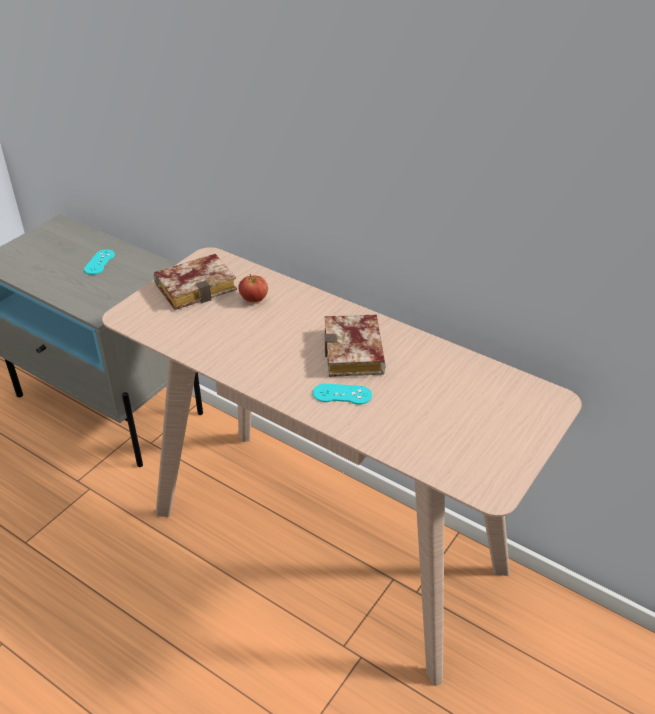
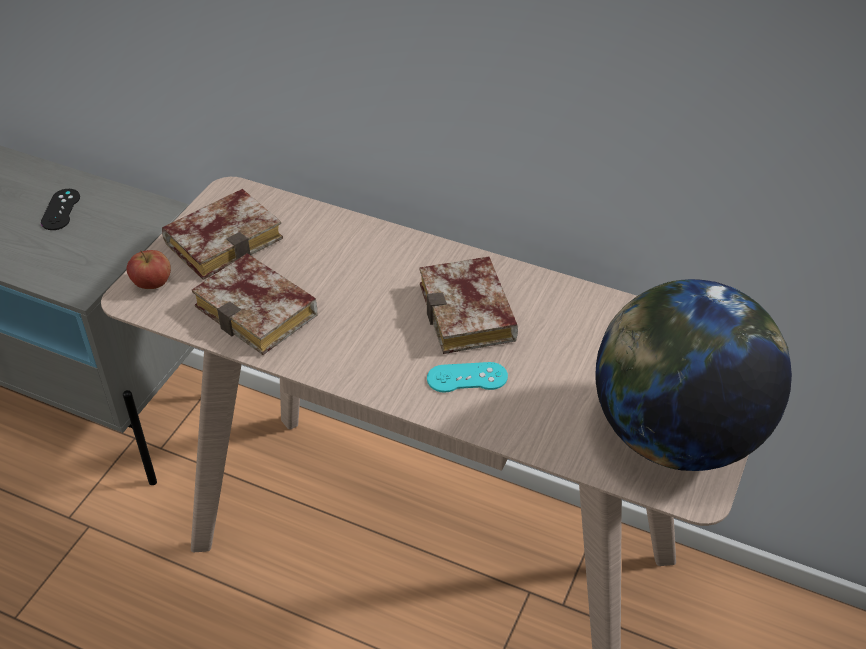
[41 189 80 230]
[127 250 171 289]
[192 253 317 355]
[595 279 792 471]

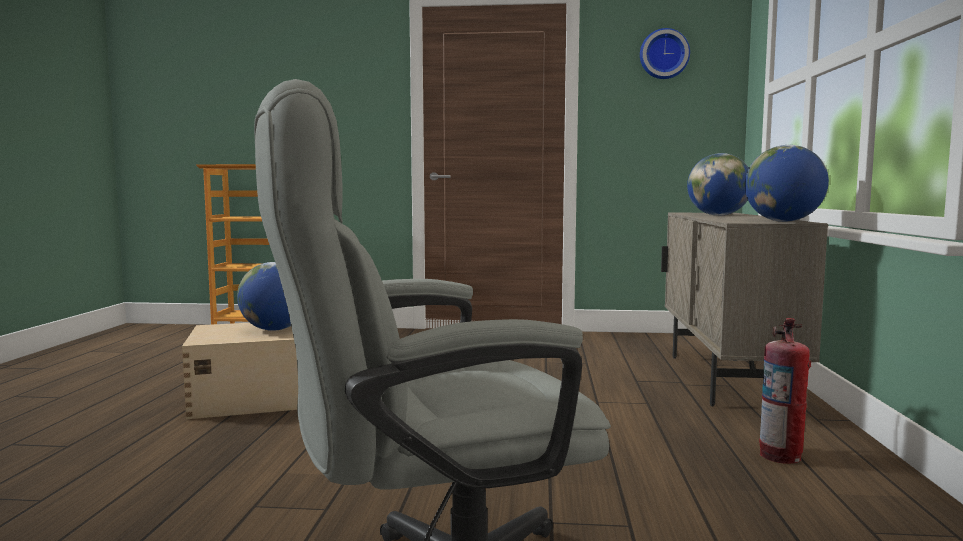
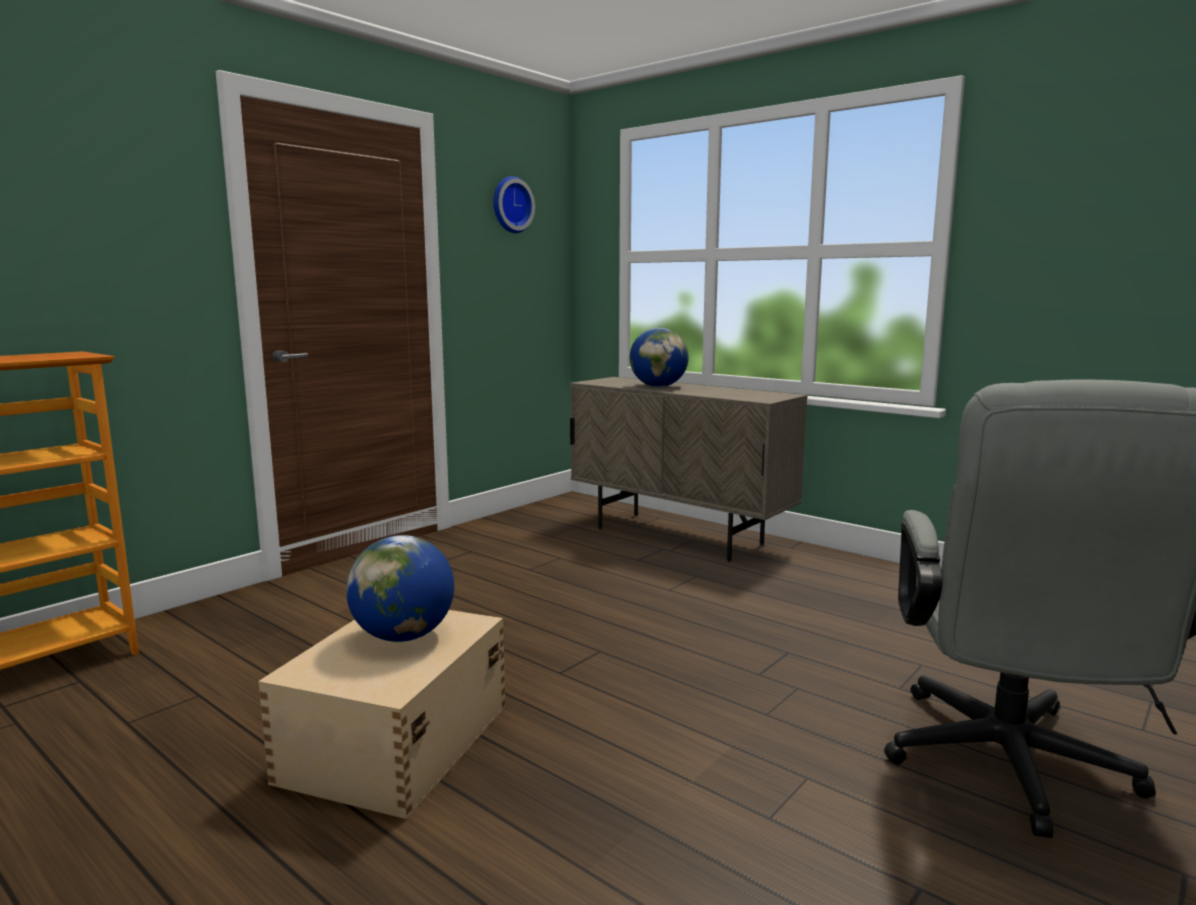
[745 145 829 222] (first image)
[759 318 811 464] (first image)

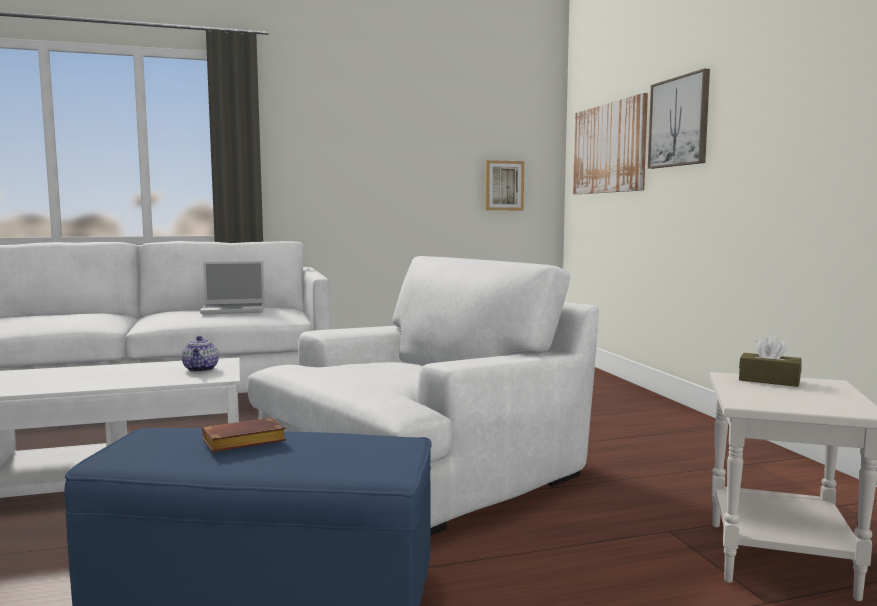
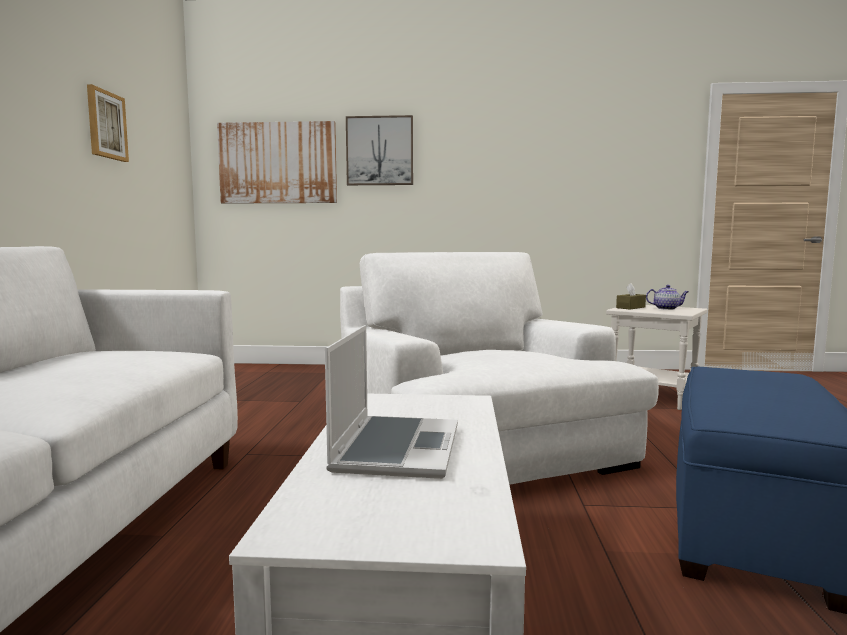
[87 84 129 162]
[325 325 458 479]
[646 285 689 310]
[202 418 286 452] (first image)

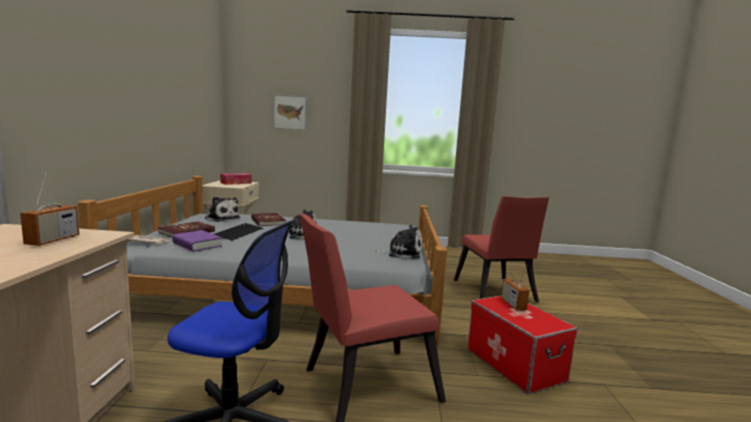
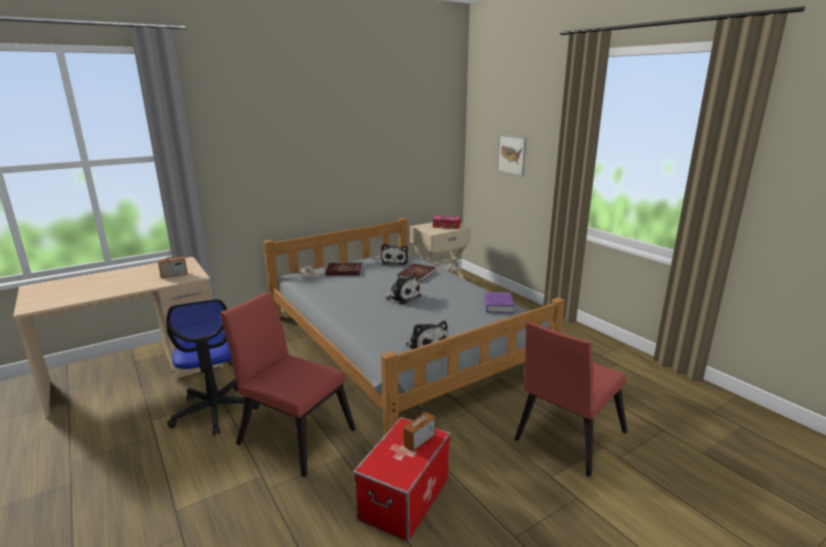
[484 292 514 313]
[214 223 263 241] (first image)

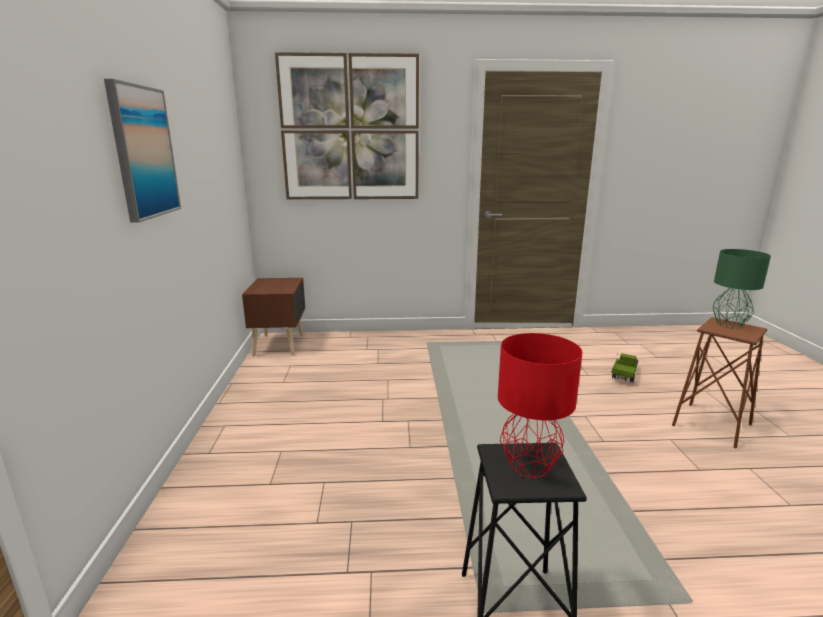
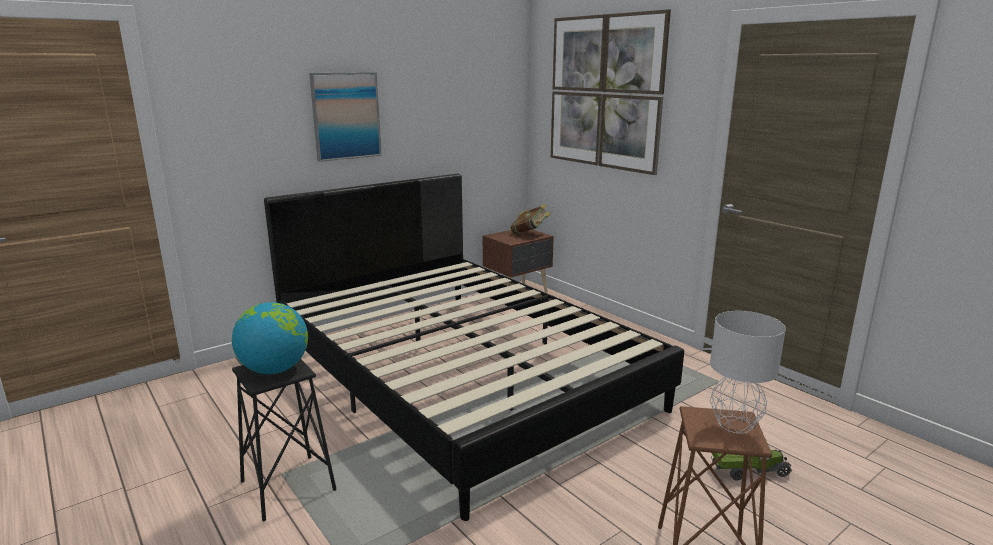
[232 302 308 374]
[264 174 684 521]
[510 204 551 234]
[710 311 786 434]

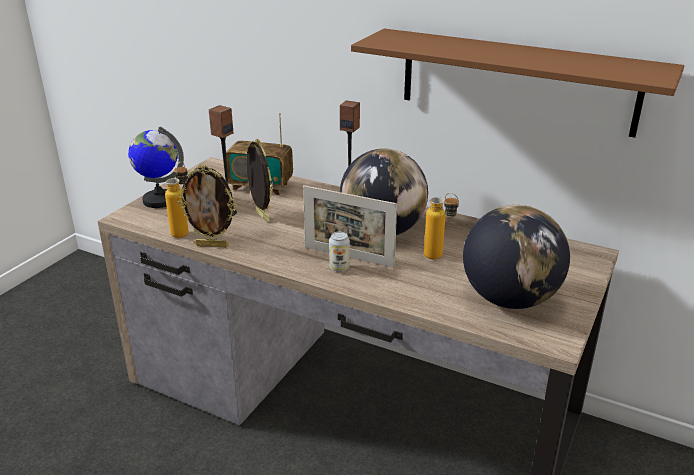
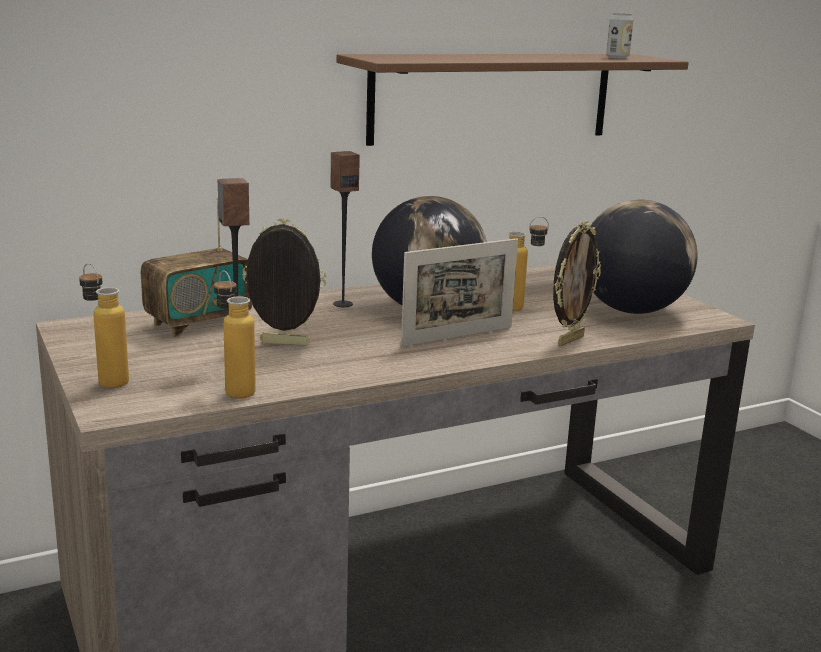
[79 263 129 388]
[553 221 601 346]
[606 13 633 59]

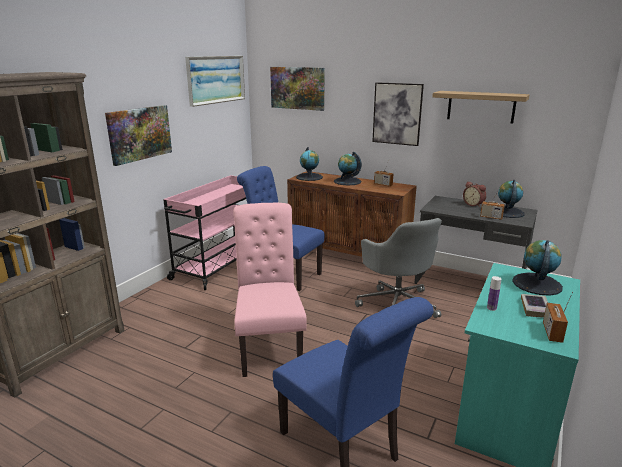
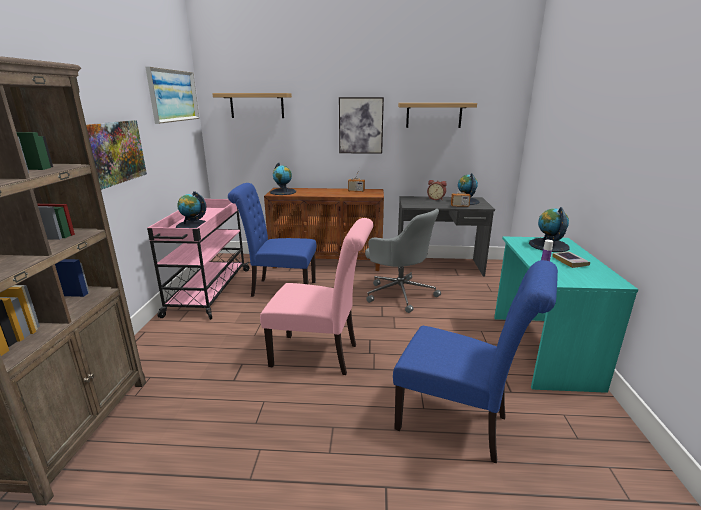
[176 191 206 228]
[212 93 292 118]
[260 218 374 375]
[543 292 573 343] (first image)

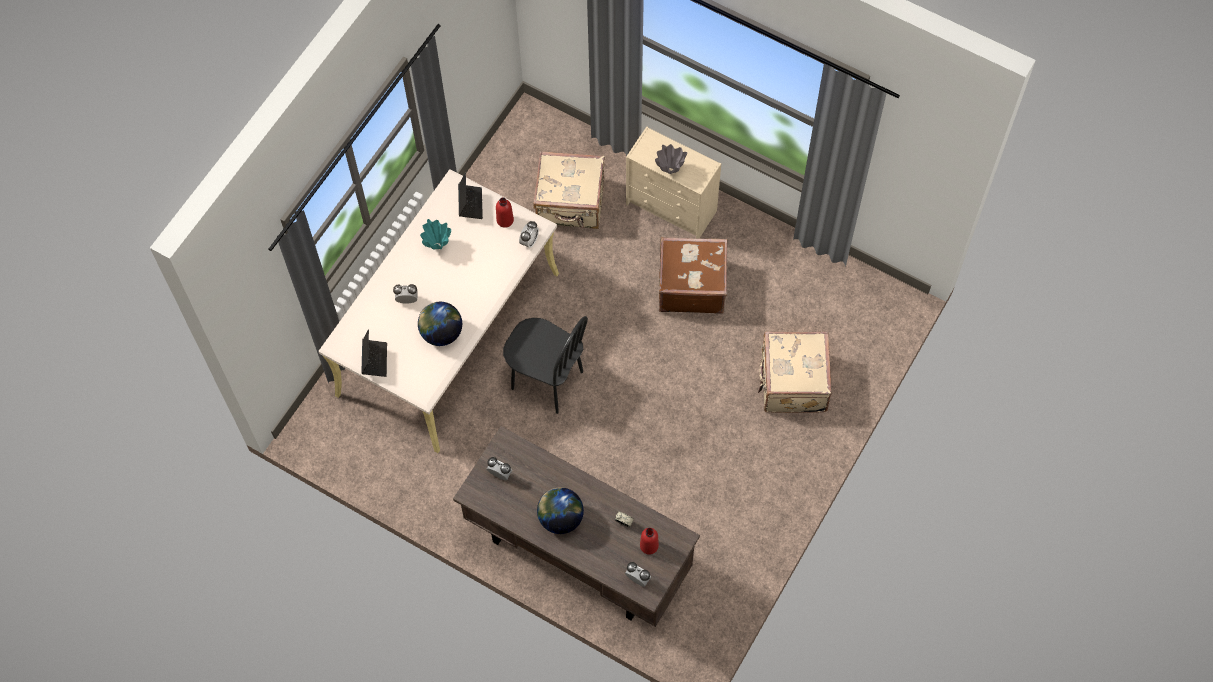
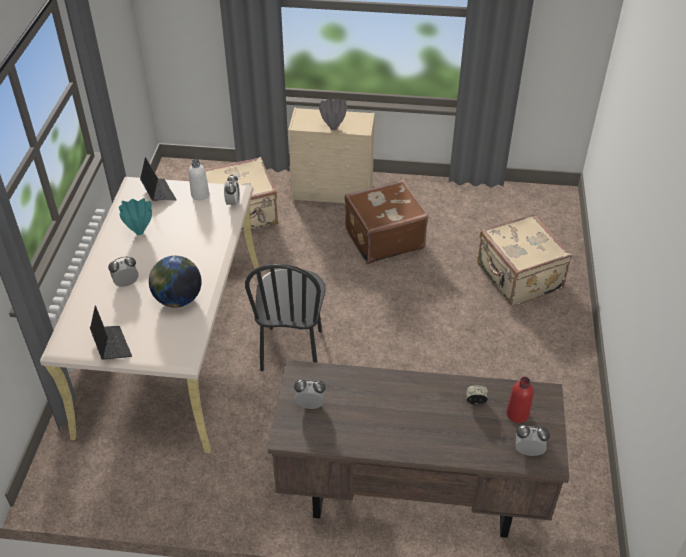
[189 159 209 200]
[245 264 325 371]
[537 487 584 534] (first image)

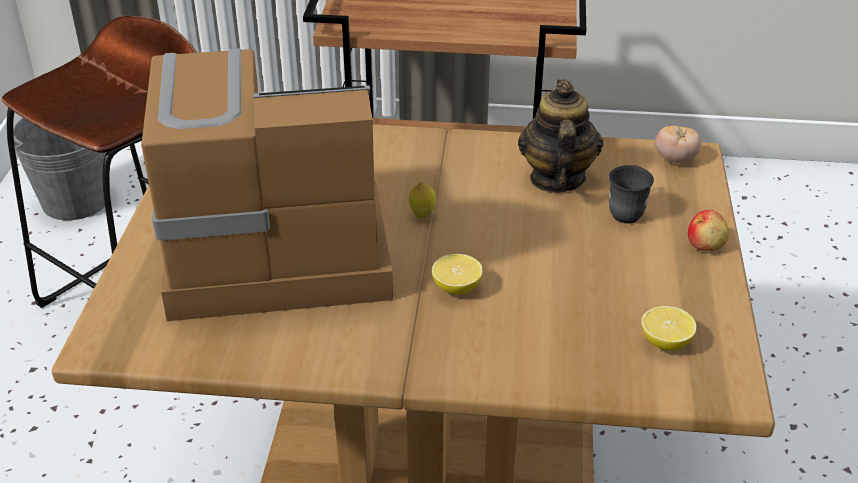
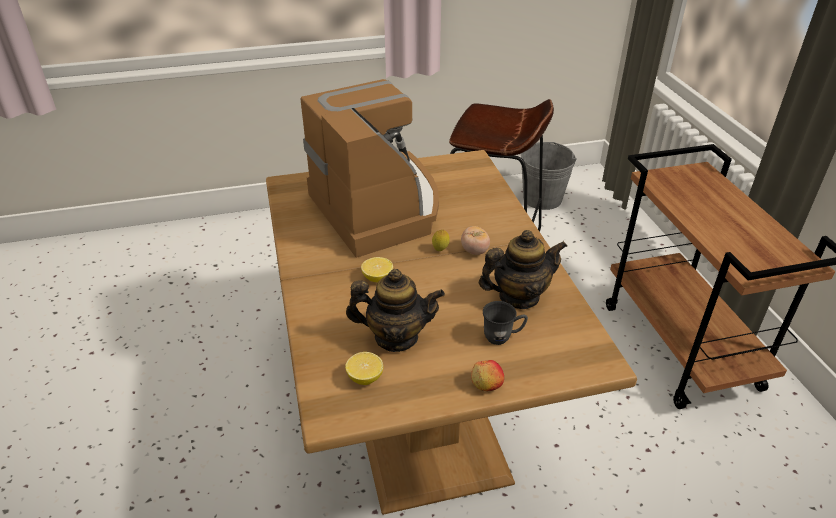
[346 269 445 352]
[461 226 490 255]

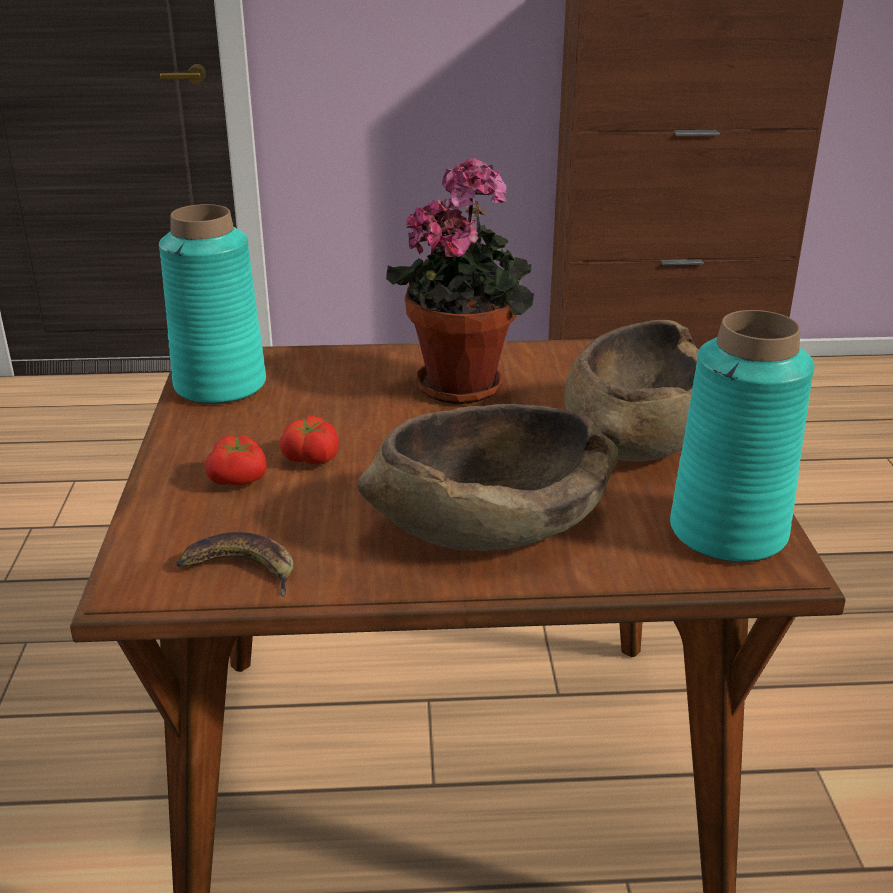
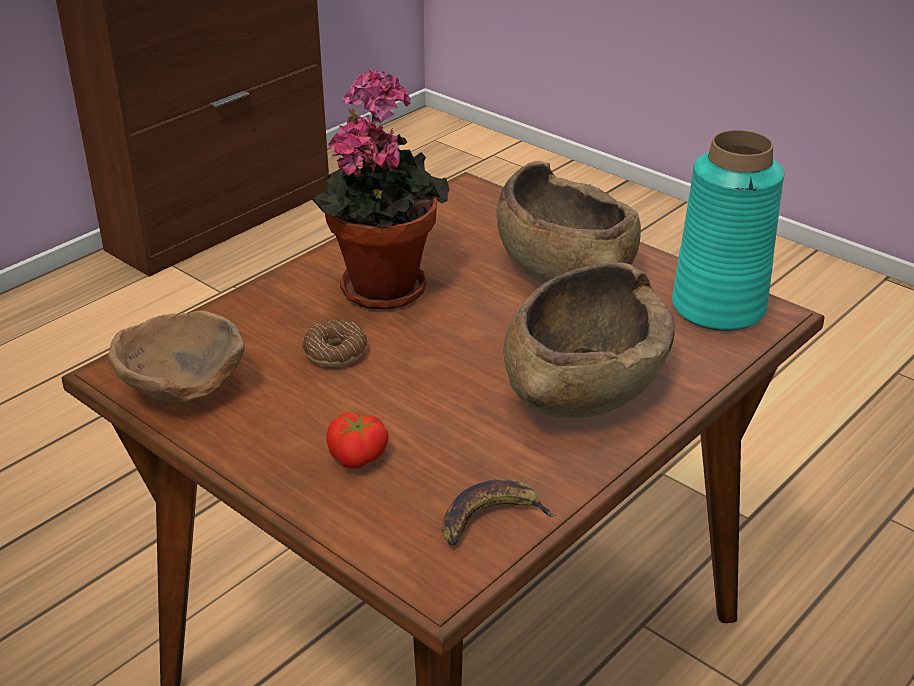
[108 311 245 402]
[302 320 367 367]
[280 415 339 465] (first image)

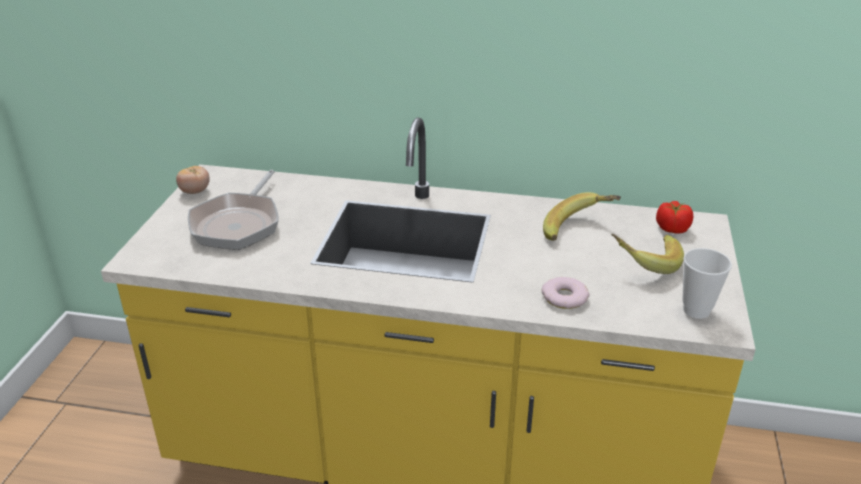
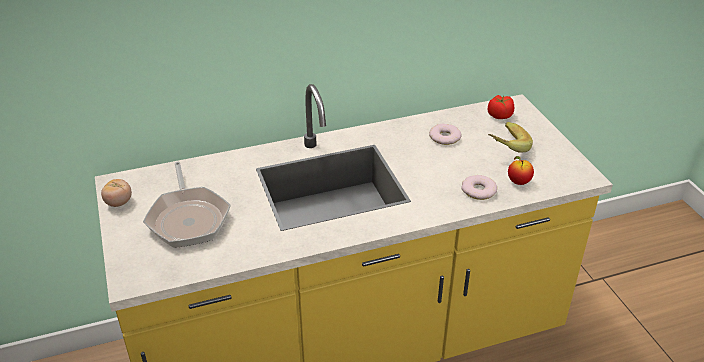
[429 124 462 145]
[508 156 534 185]
[682 248 732 319] (first image)

